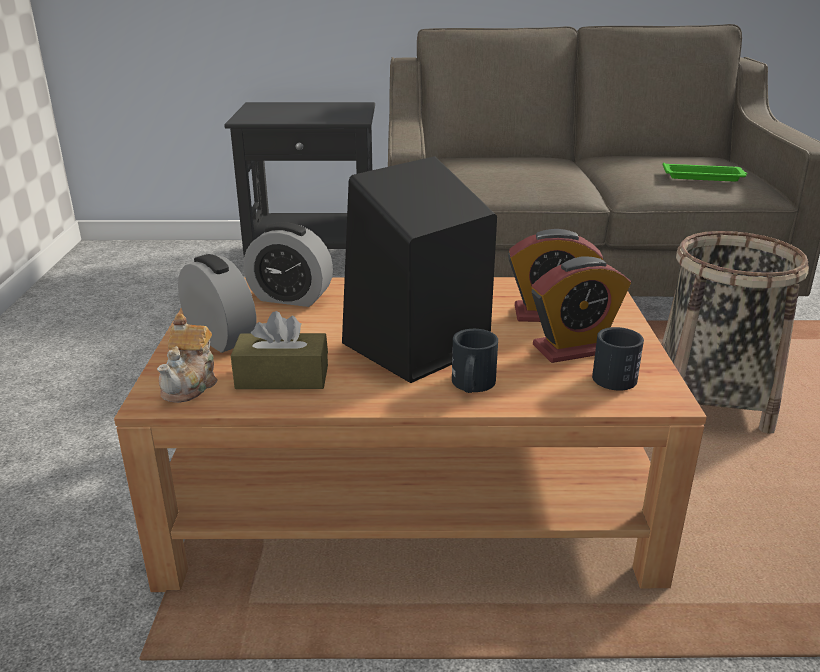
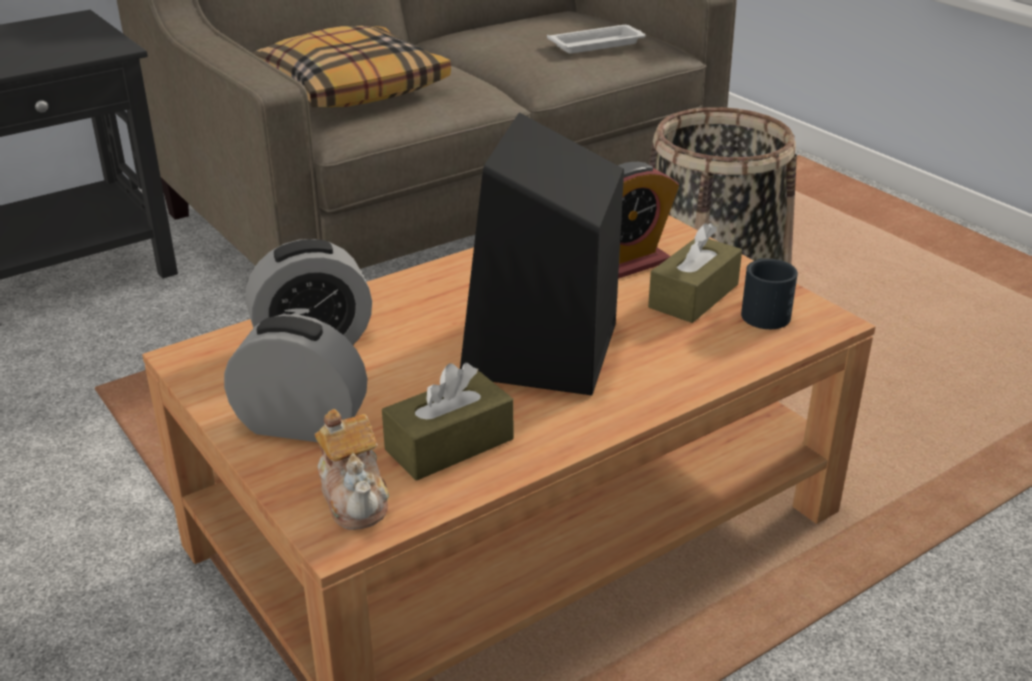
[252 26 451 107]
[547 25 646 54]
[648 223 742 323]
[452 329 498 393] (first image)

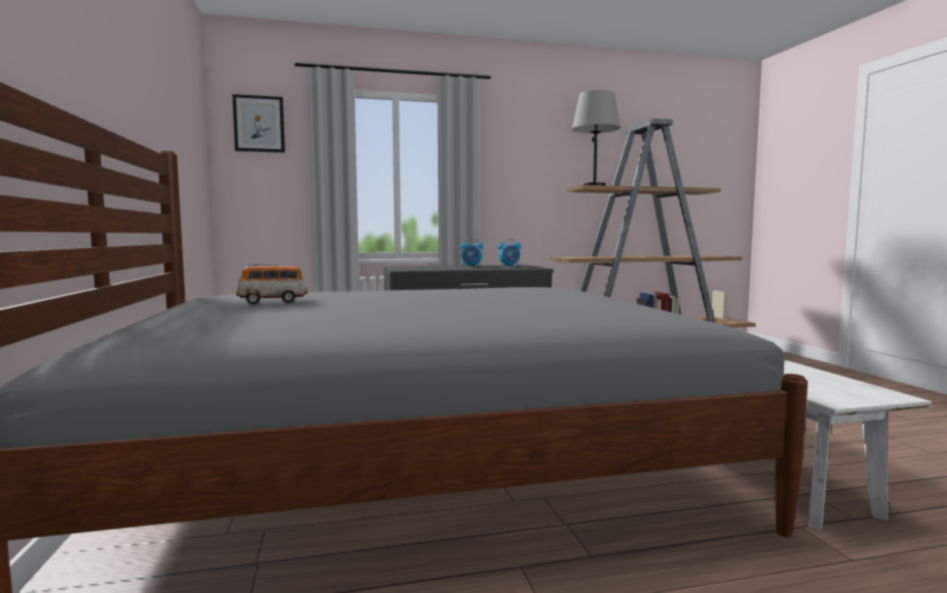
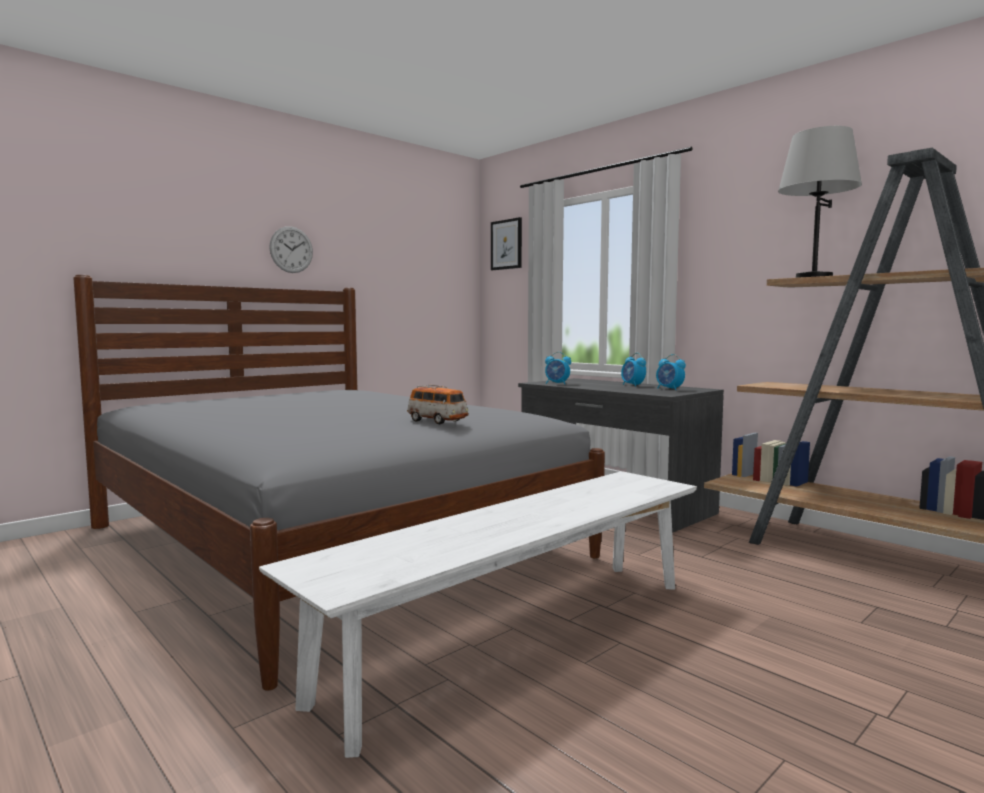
[269 226 313 273]
[407 385 469 424]
[545 352 571 384]

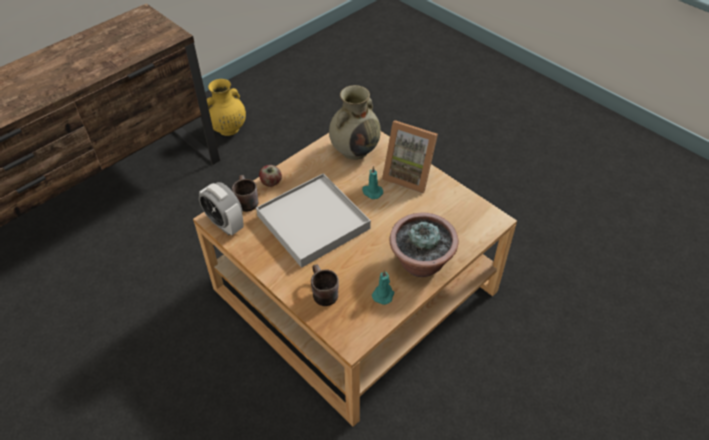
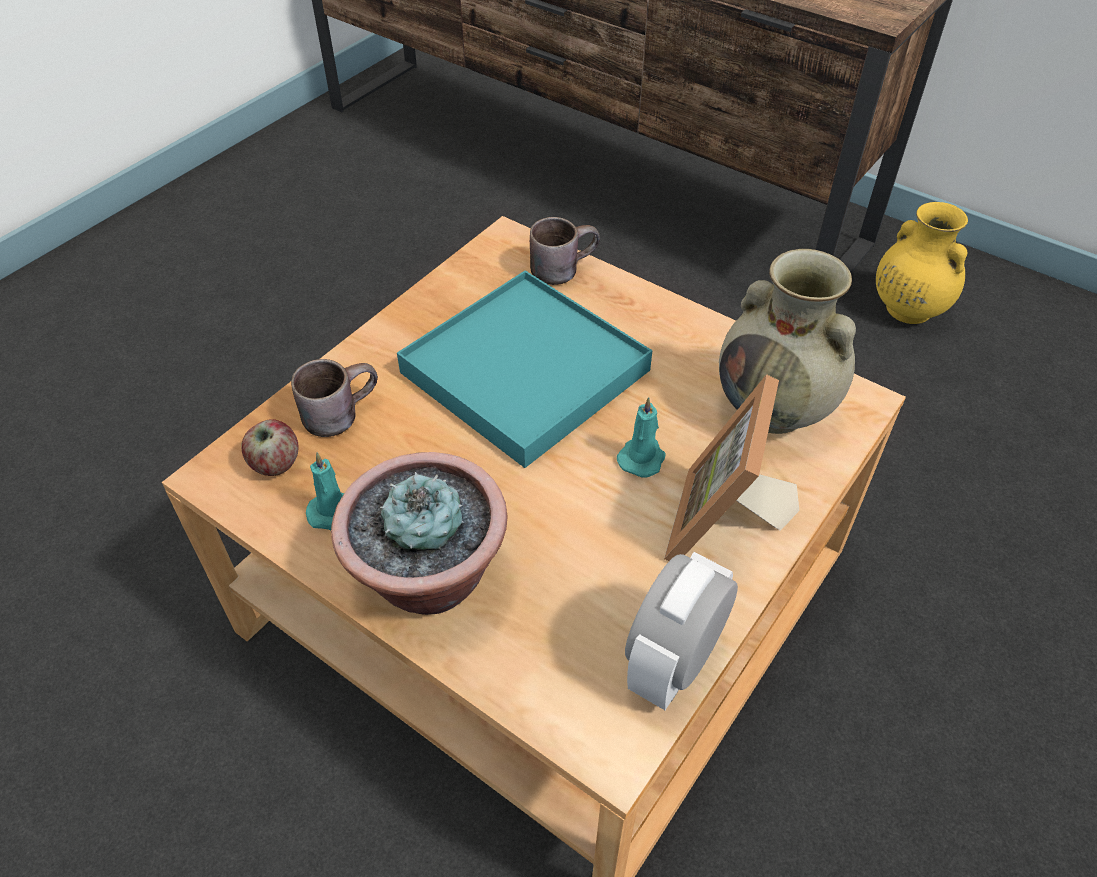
[241 419 299 476]
[397 271 652 468]
[625 552 738 710]

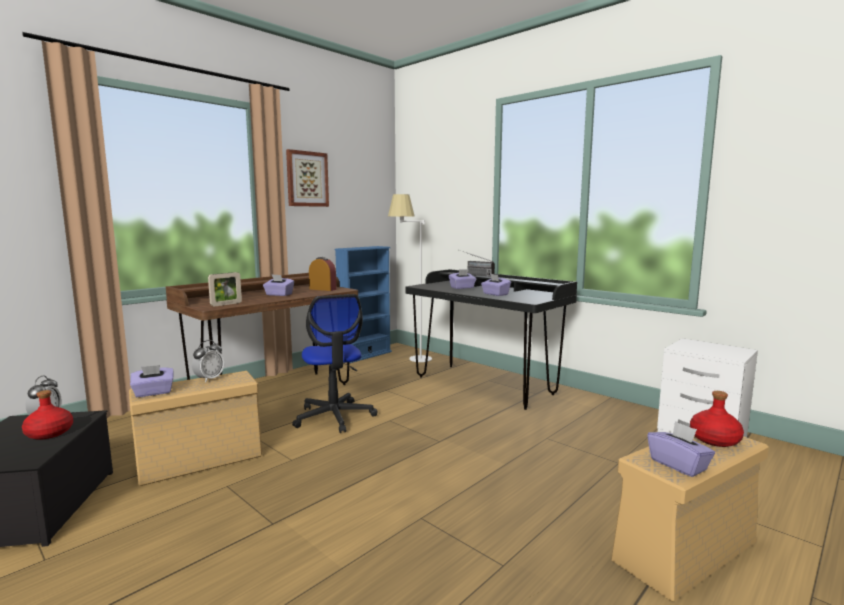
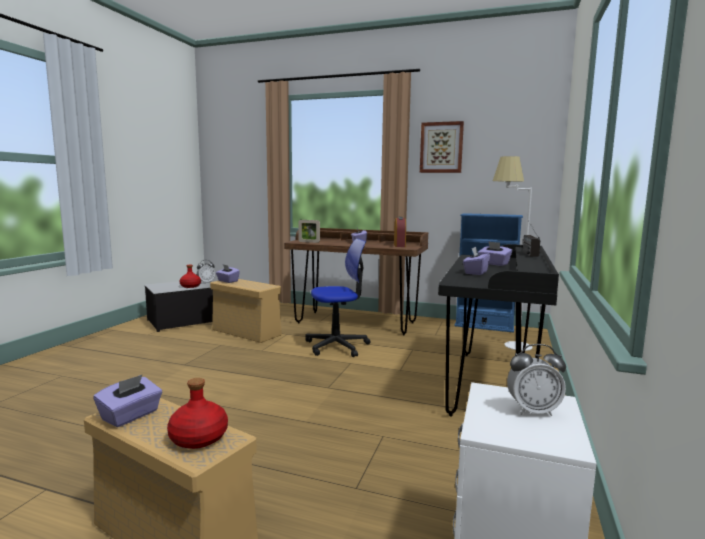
[305 238 371 357]
[507 344 566 416]

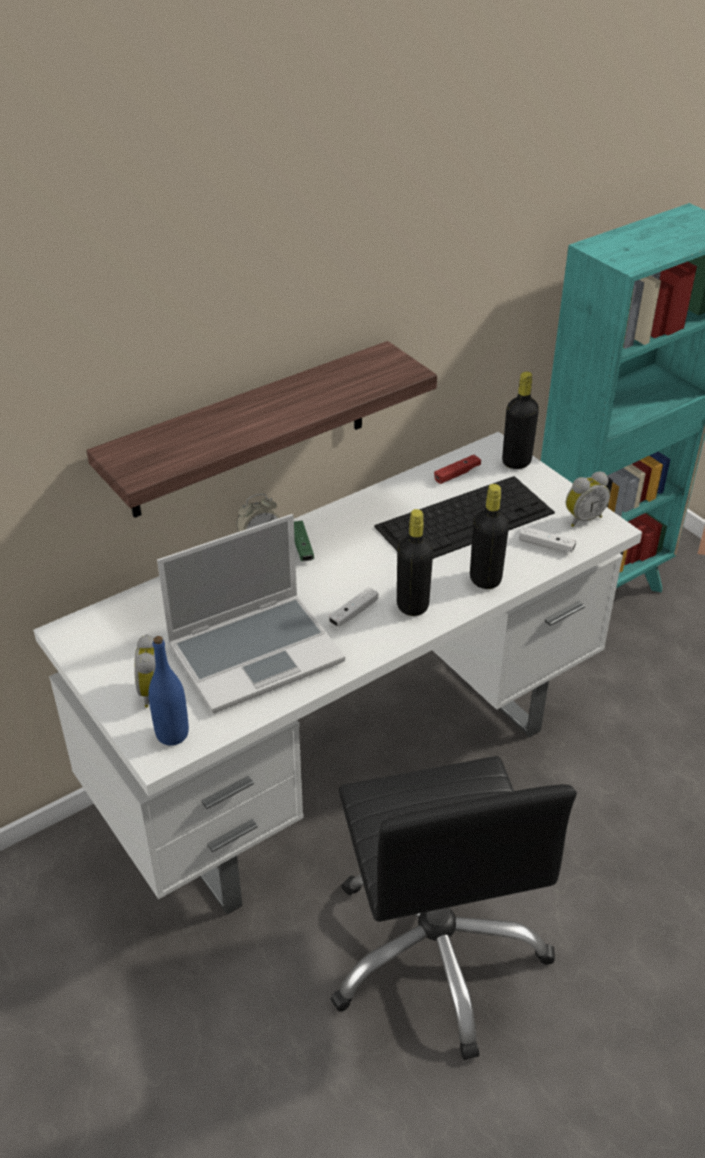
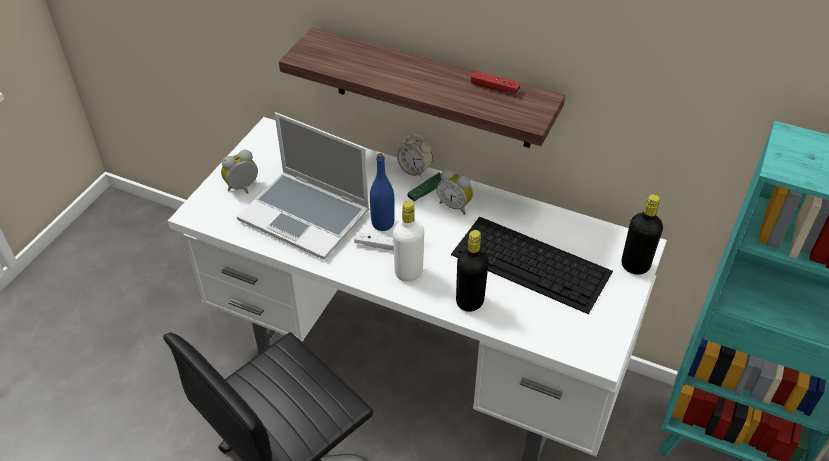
[370 153 395 231]
[393 201 424 282]
[437 169 473 215]
[471 71 521 93]
[519 526 576 552] (first image)

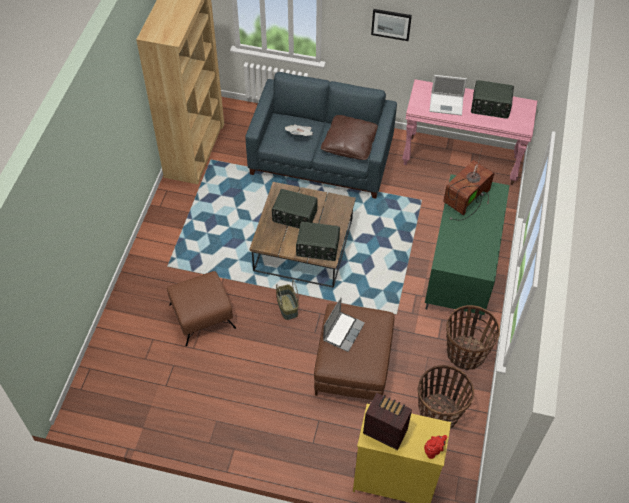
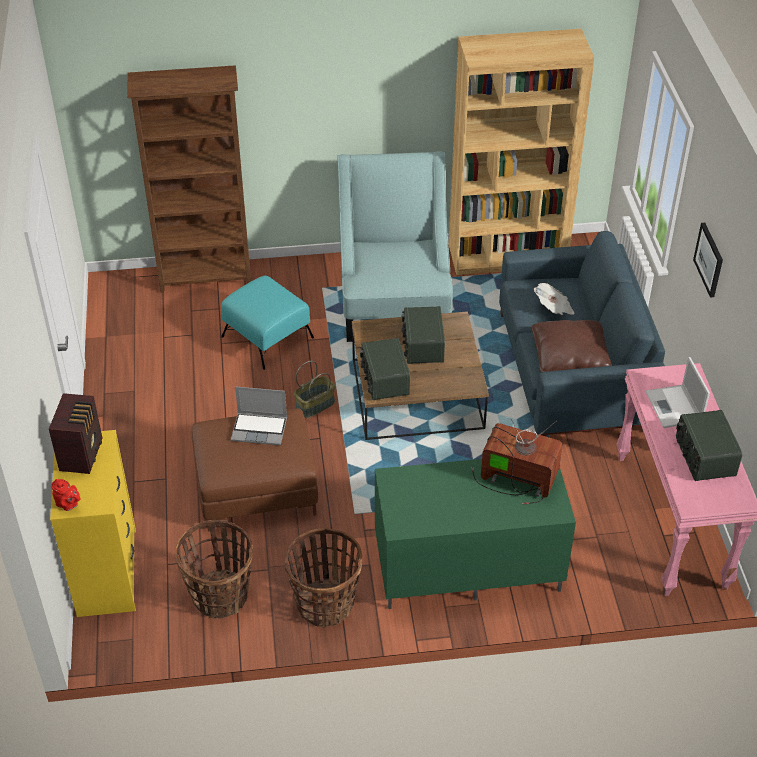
[127 65 251 293]
[221 276 314 370]
[338 151 453 342]

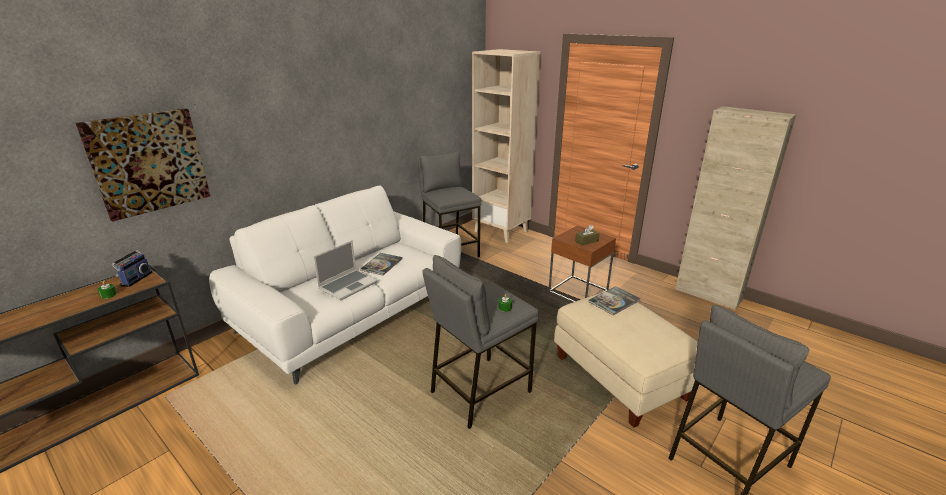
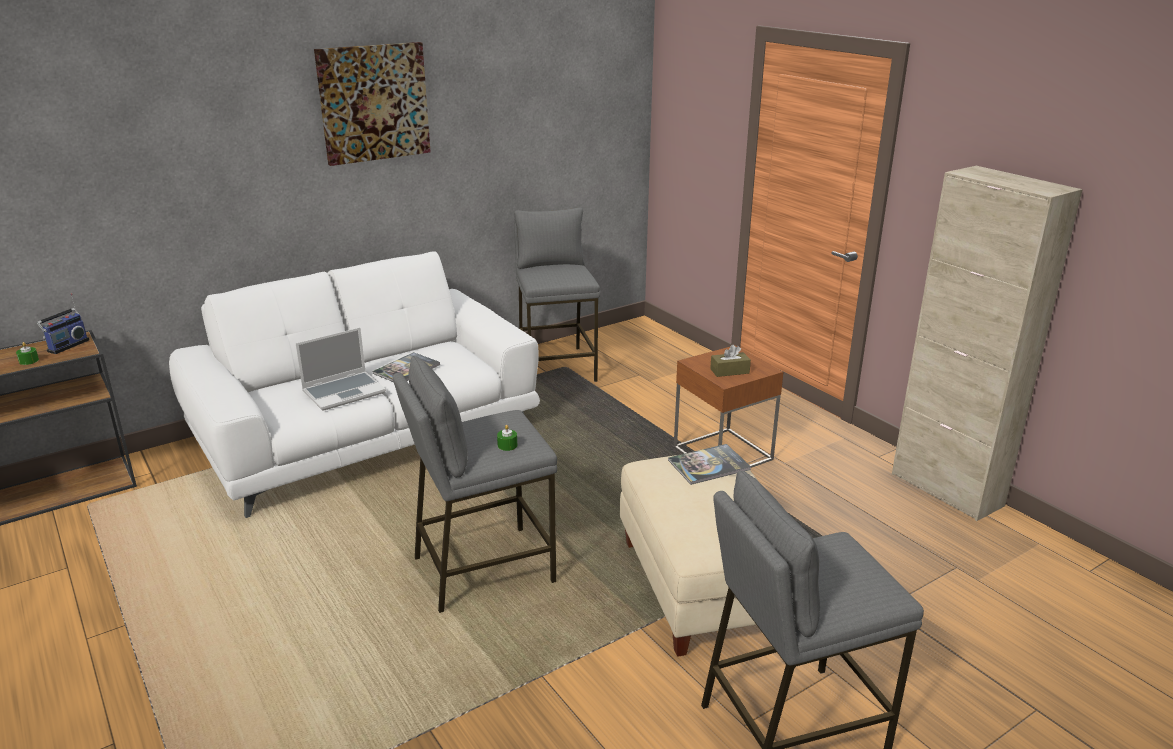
[314 42 430 166]
[472 49 541 243] (first image)

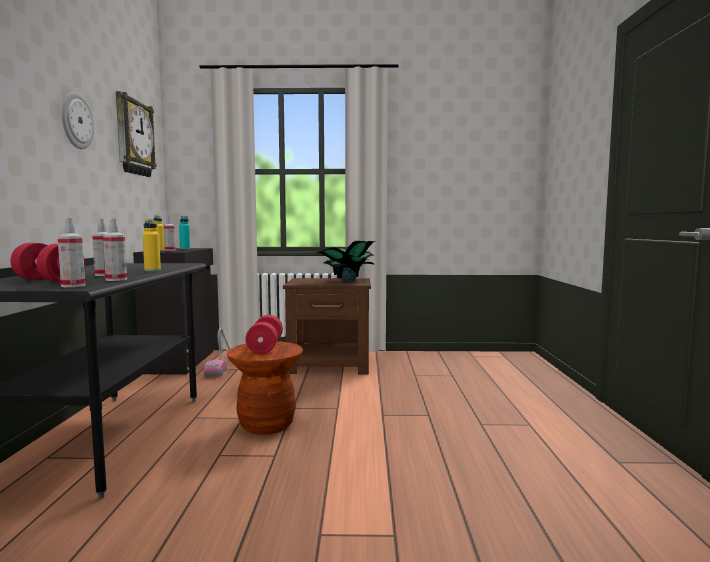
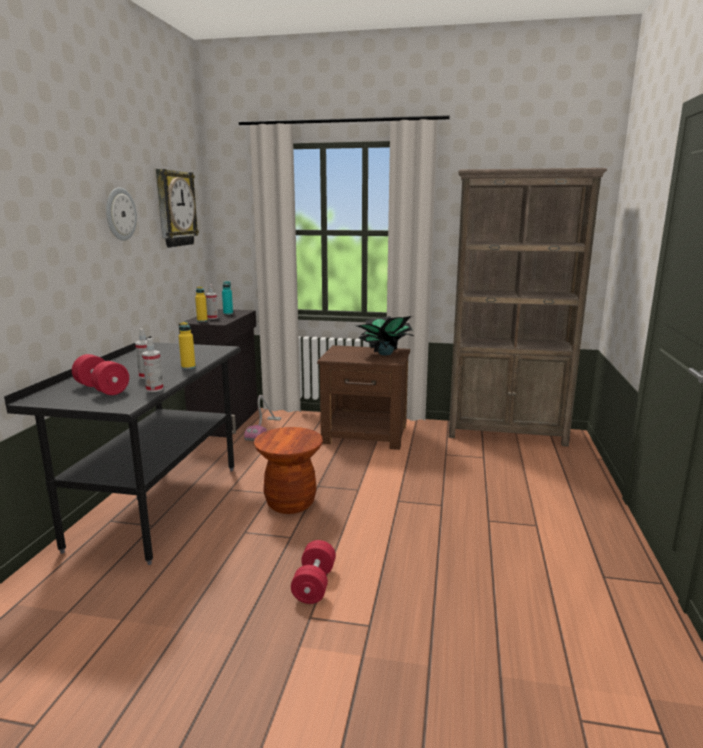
[291 540 336 604]
[448 168 607 447]
[57 217 85 287] (first image)

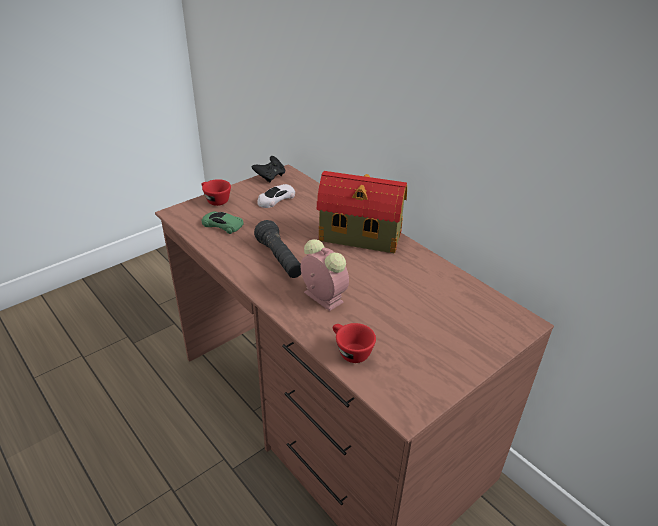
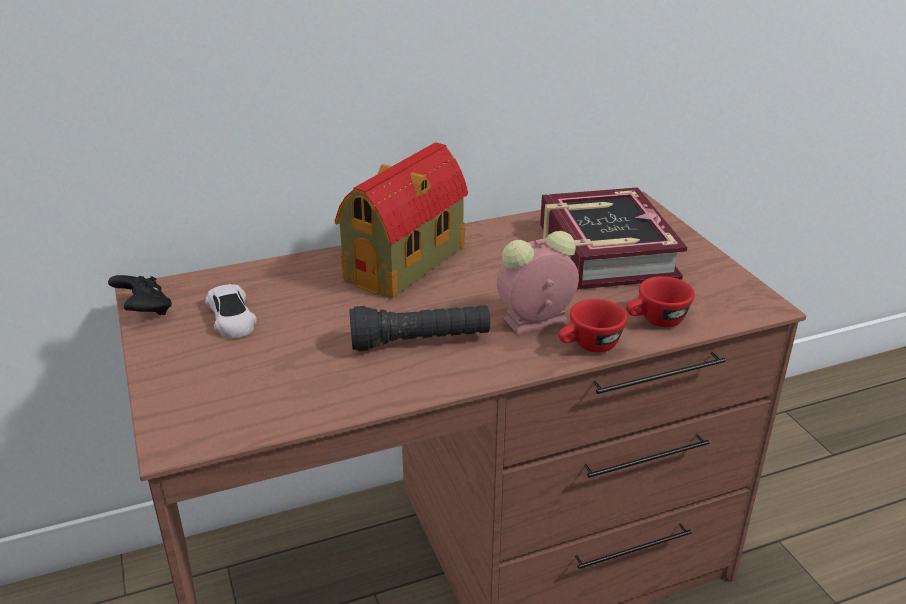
[540 187 687 289]
[558 299 627 352]
[202 211 244 234] (first image)

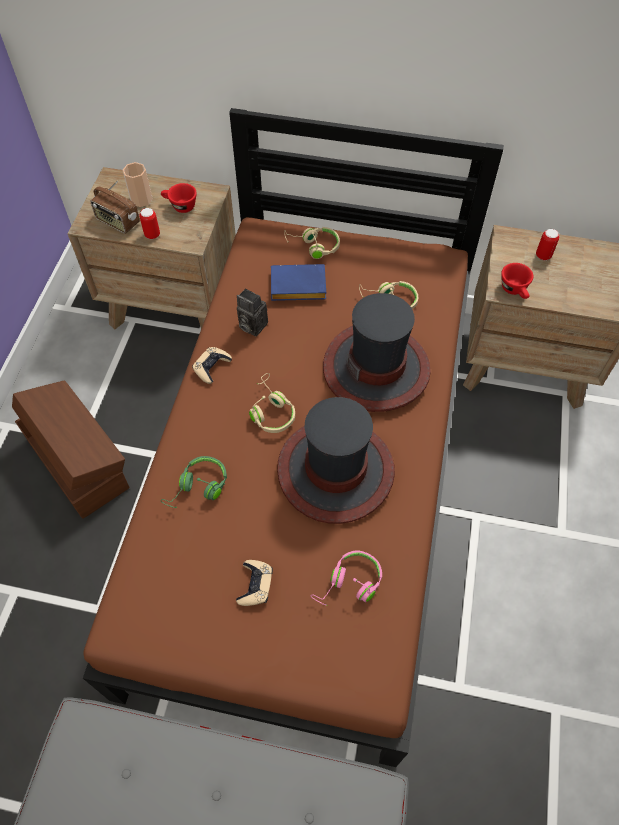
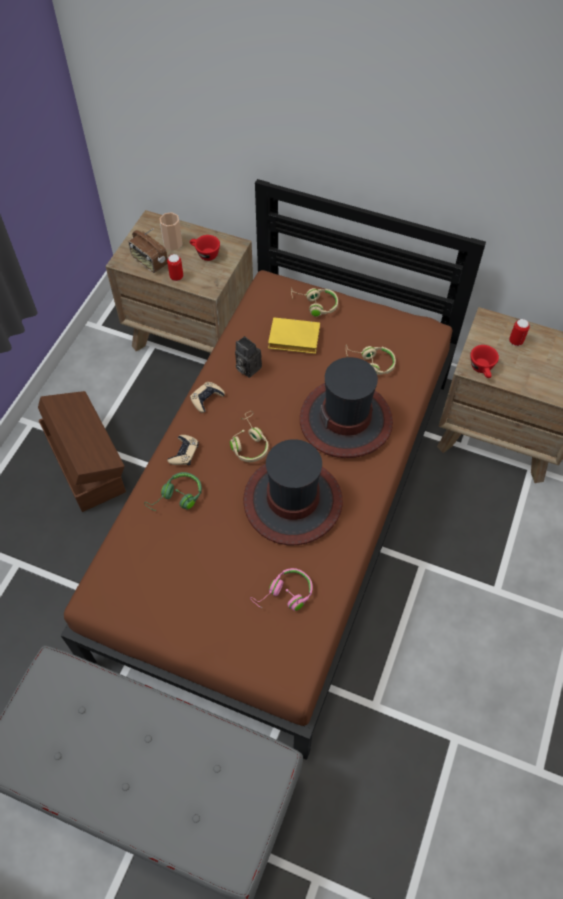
[167 435 199 465]
[268 317 320 354]

